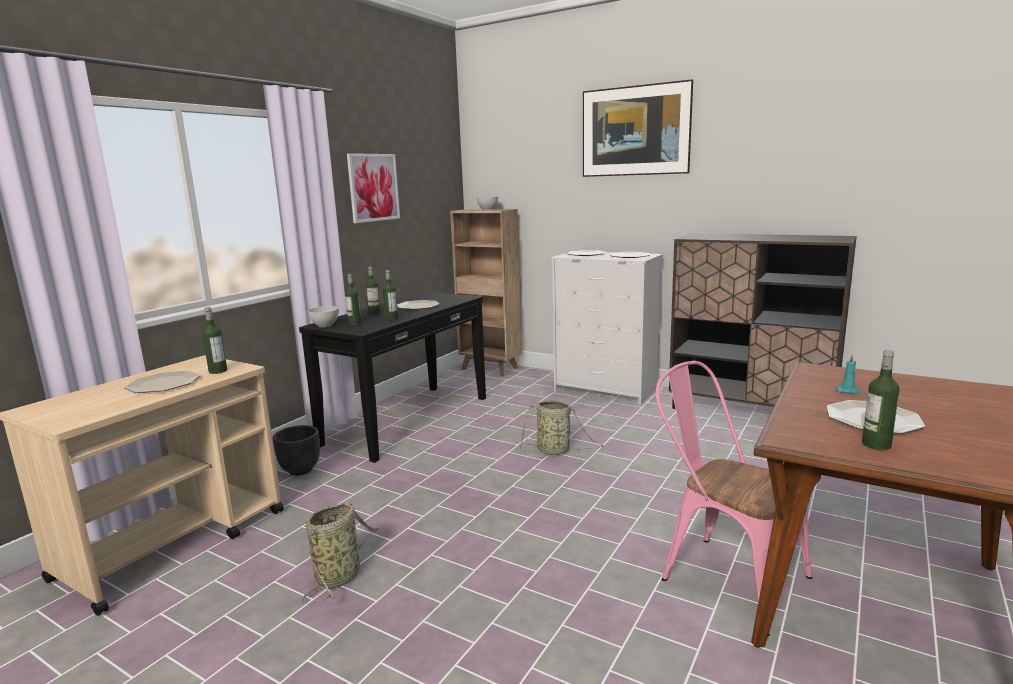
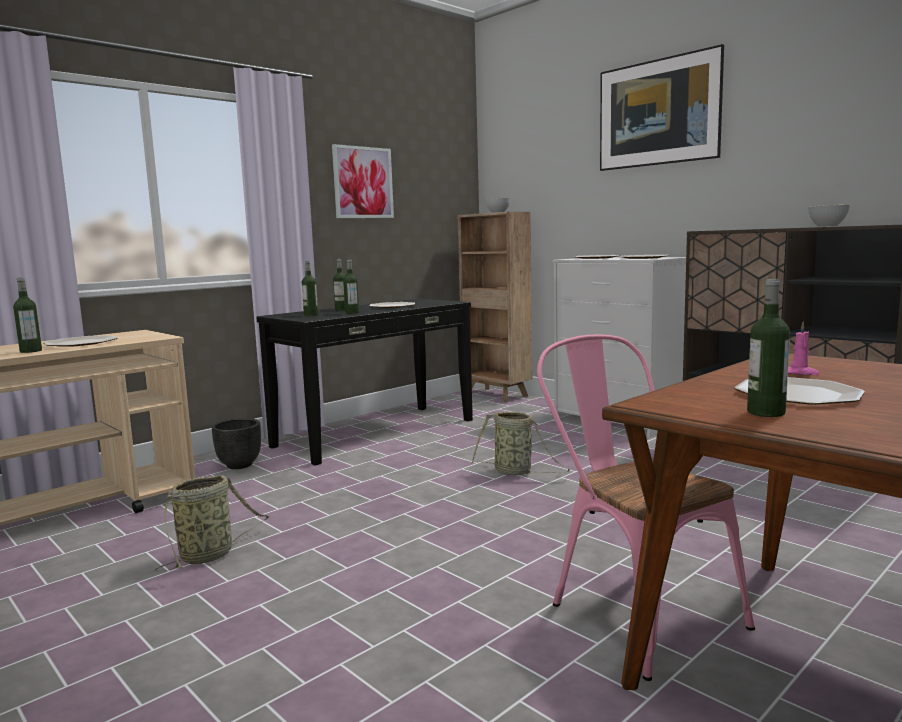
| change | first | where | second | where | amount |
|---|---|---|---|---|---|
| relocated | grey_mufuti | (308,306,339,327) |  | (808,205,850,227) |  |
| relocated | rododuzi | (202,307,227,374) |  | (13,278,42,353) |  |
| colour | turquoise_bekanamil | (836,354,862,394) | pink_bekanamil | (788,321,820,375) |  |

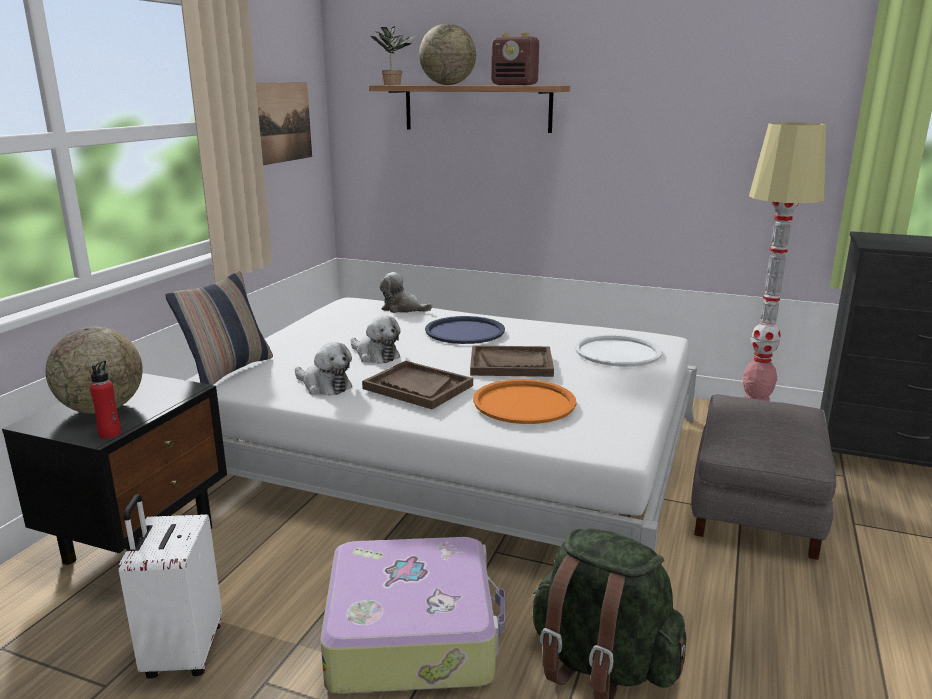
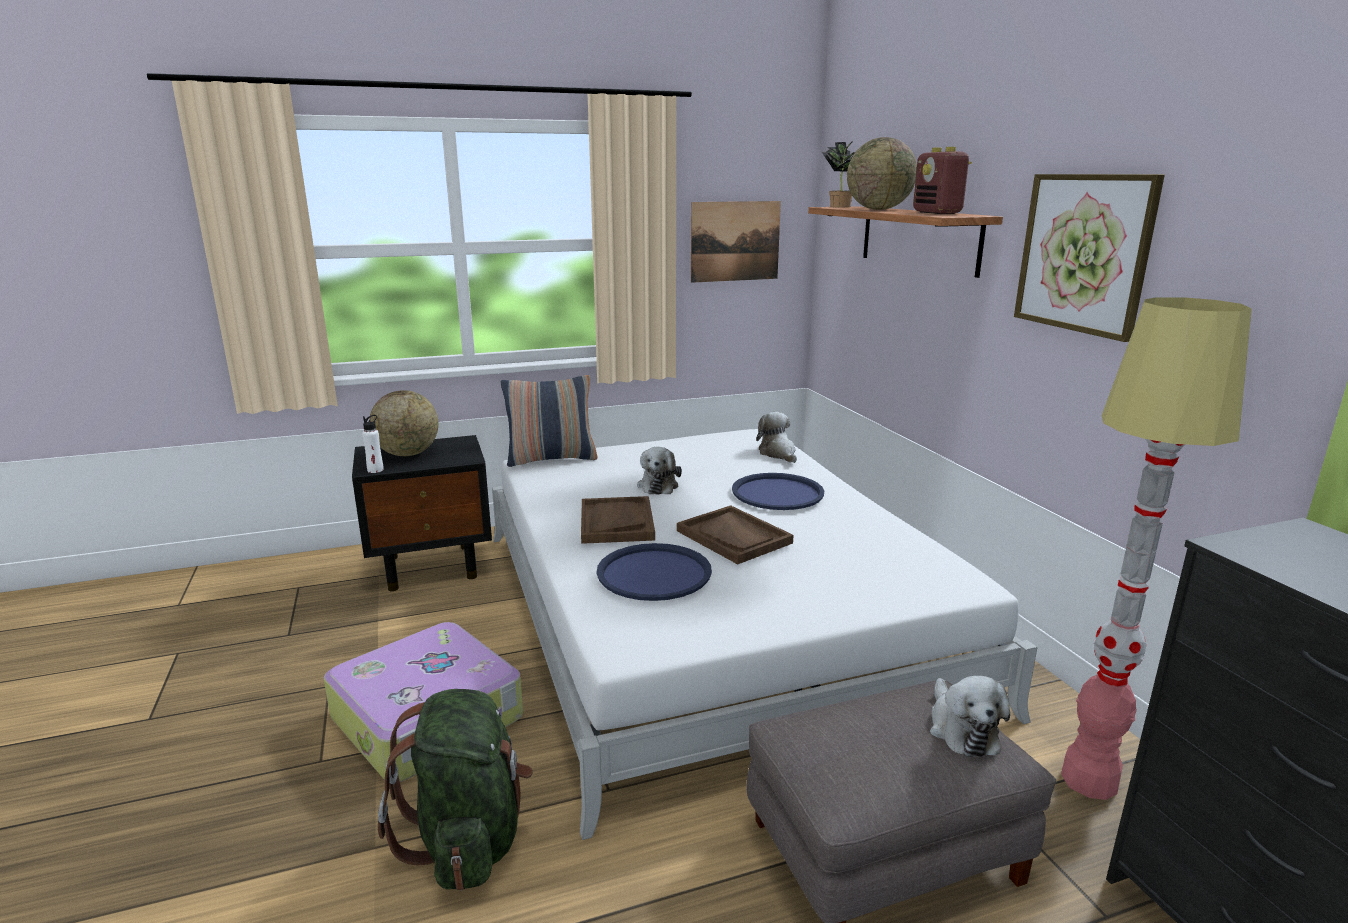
| change | first | where | second | where | amount |
|---|---|---|---|---|---|
| missing | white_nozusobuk | (575,335,662,367) |  |  |  |
| relocated | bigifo | (295,342,352,396) |  | (930,676,1010,757) |  |
| colour | red_rododuzi | (90,360,121,439) | white_rododuzi | (362,415,384,473) |  |
| colour | orange_nozusobuk | (473,379,576,424) | blue_nozusobuk | (597,543,712,601) |  |
| missing | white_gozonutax | (119,494,222,679) |  |  |  |
| appeared |  |  | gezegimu | (1014,174,1165,342) |  |

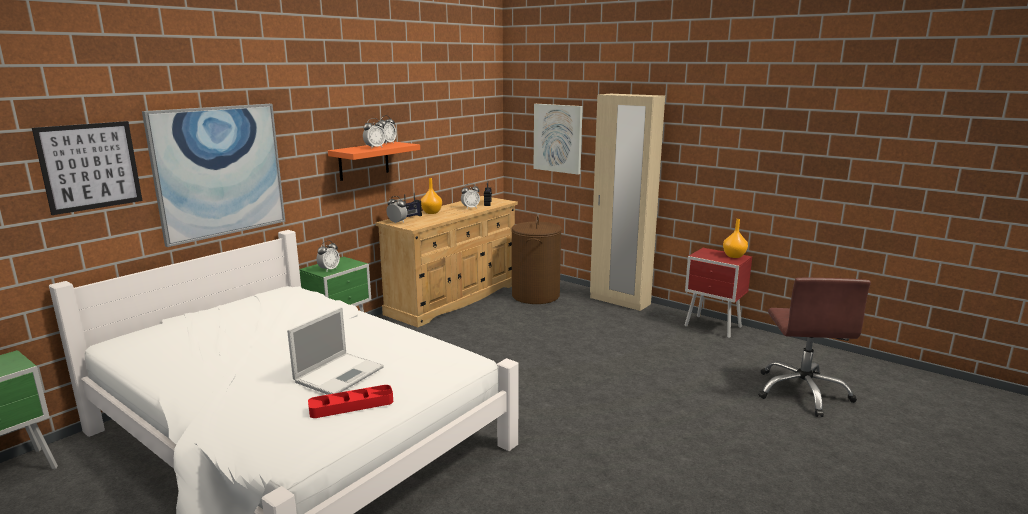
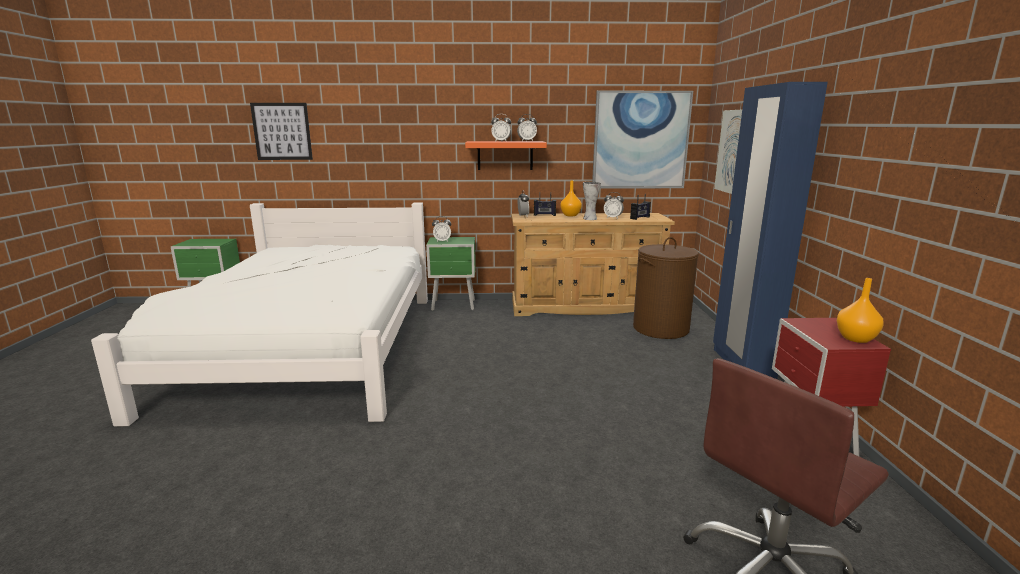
| change | first | where | second | where | amount |
|---|---|---|---|---|---|
| colour | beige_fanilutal | (590,94,665,311) | blue_fanilutal | (713,82,828,379) |  |
| relocated | gezegimu | (142,104,285,247) |  | (592,91,693,189) |  |
| missing | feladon | (287,307,384,395) |  |  |  |
| missing | red_nozusobuk | (308,385,393,418) |  |  |  |
| appeared |  |  | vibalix | (583,182,601,220) |  |

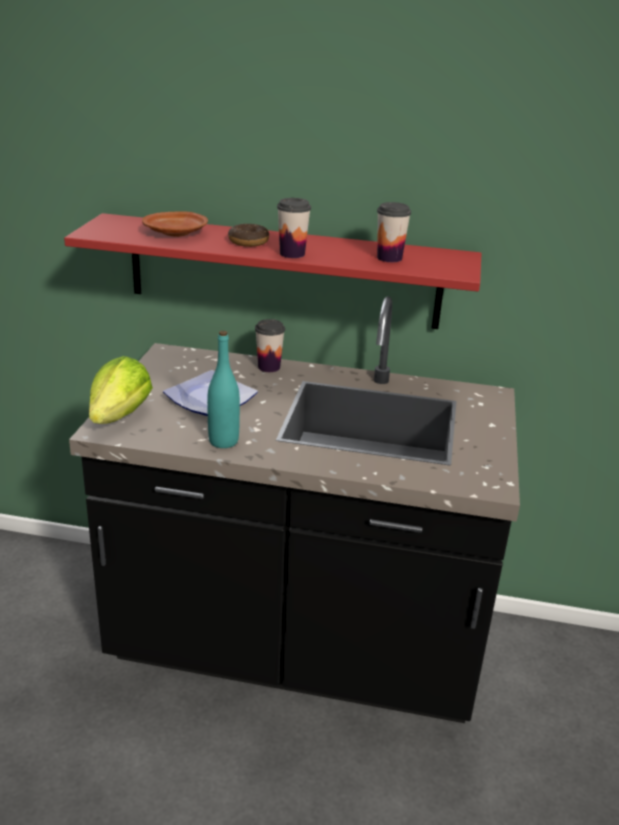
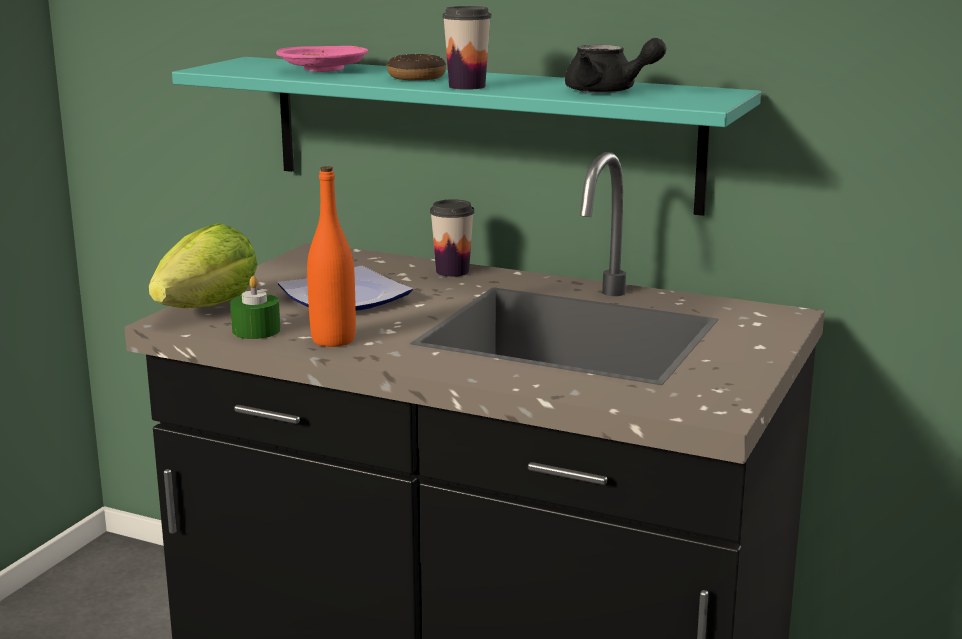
| change | first | where | second | where | amount |
|---|---|---|---|---|---|
| exchanged | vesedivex | (377,202,411,262) | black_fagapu | (565,38,666,93) |  |
| colour | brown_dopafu | (142,212,208,237) | pink_dopafu | (276,46,368,72) |  |
| colour | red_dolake | (64,213,481,329) | turquoise_dolake | (172,57,761,216) |  |
| colour | turquoise_rododuzi | (207,331,240,448) | orange_rododuzi | (307,166,356,347) |  |
| appeared |  |  | green_bekanamil | (230,276,281,339) |  |

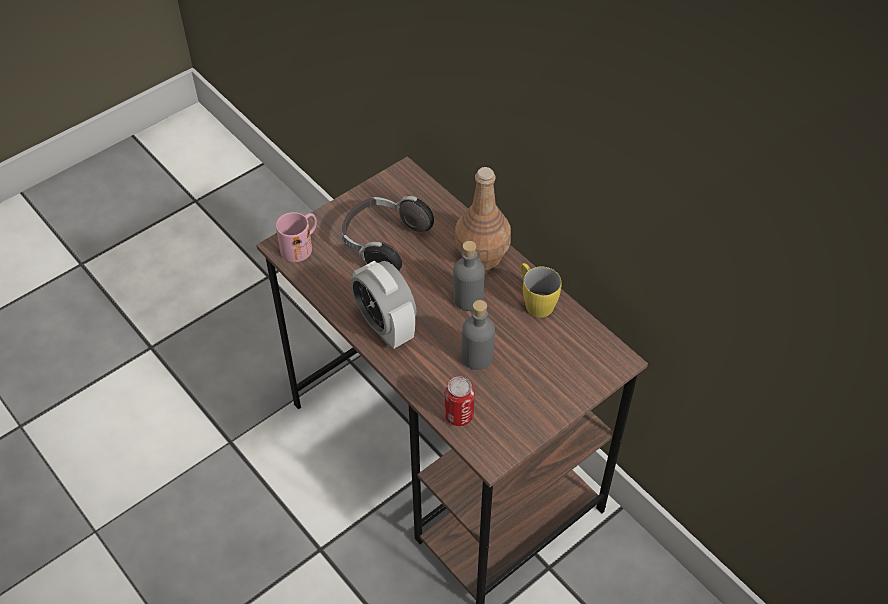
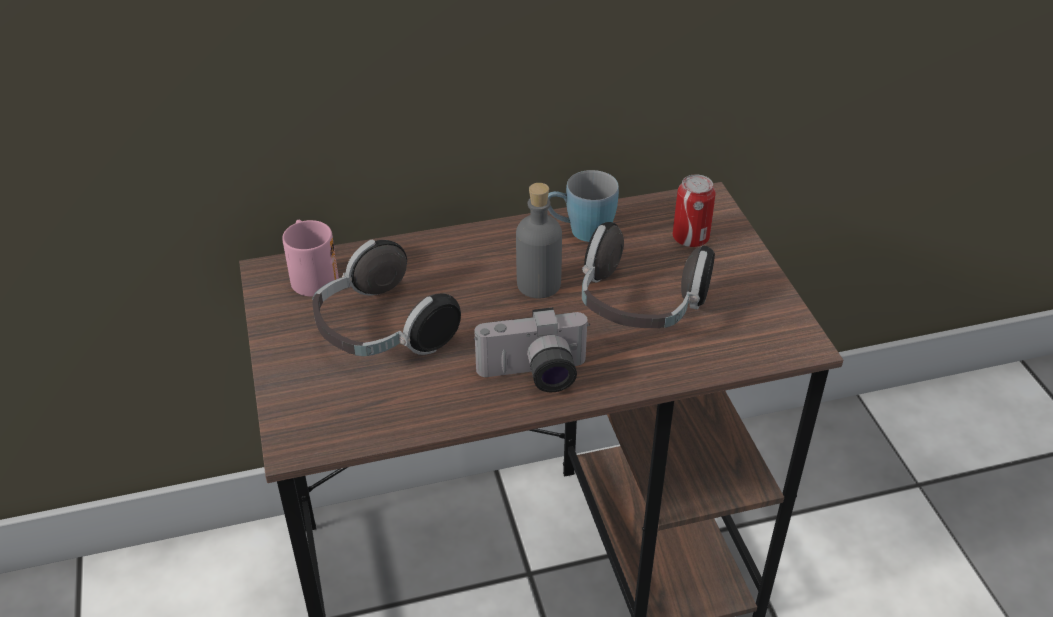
| change | first | where | second | where | amount |
|---|---|---|---|---|---|
| missing | brown_rododuzi | (455,167,511,270) |  |  |  |
| relocated | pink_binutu | (276,212,317,262) |  | (282,220,339,296) |  |
| exchanged | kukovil | (351,260,417,349) | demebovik | (474,307,590,392) |  |
| colour | yellow_binutu | (520,263,562,318) | blue_binutu | (548,170,619,242) |  |
| exchanged | grey_rododuzi | (461,300,495,370) | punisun | (582,222,715,328) |  |
| relocated | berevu | (445,376,474,426) |  | (673,174,716,247) |  |

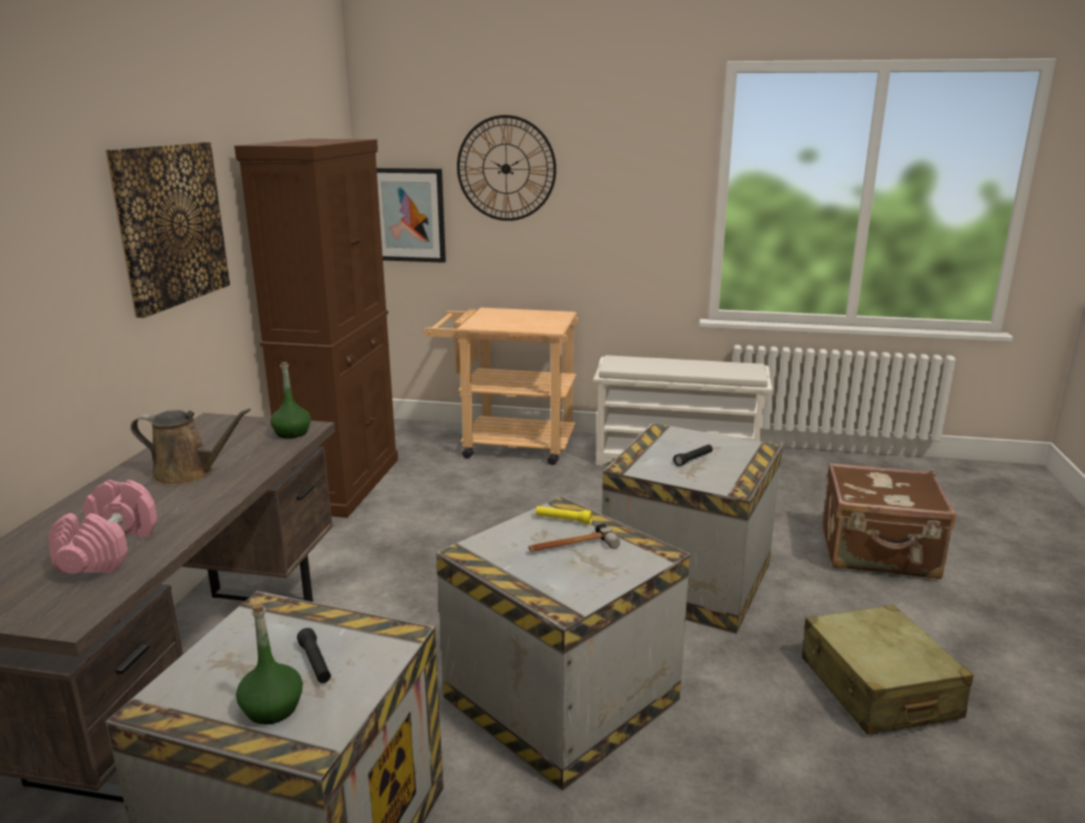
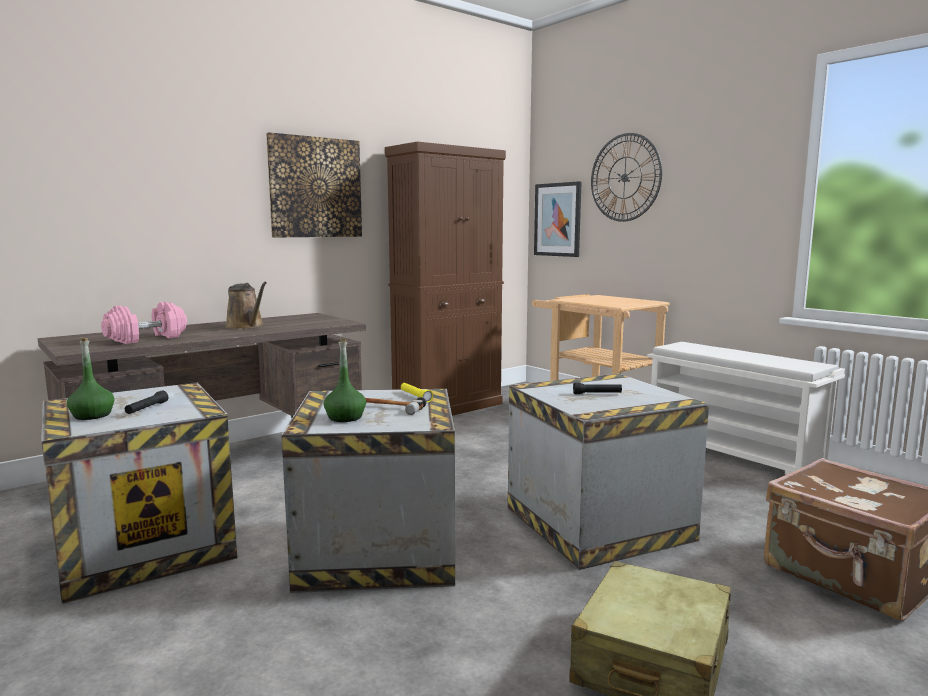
| change | first | where | second | where | amount |
|---|---|---|---|---|---|
| relocated | green_rododuzi | (270,362,311,438) |  | (323,339,366,422) |  |

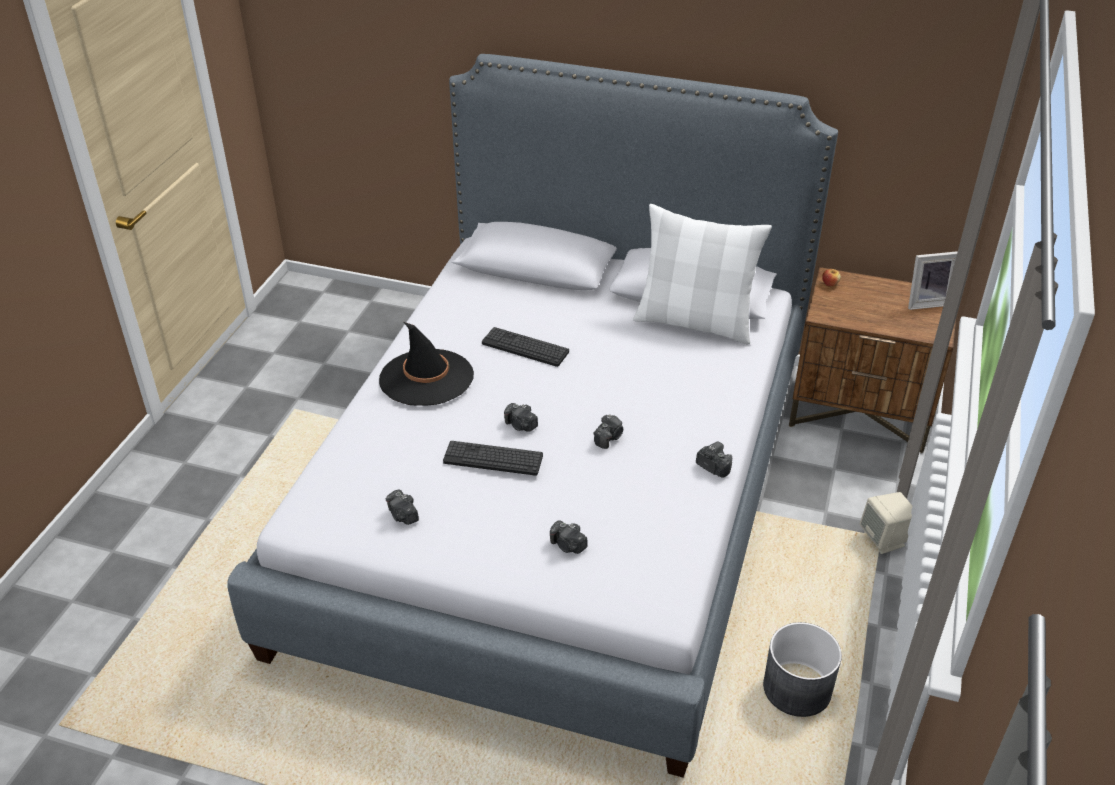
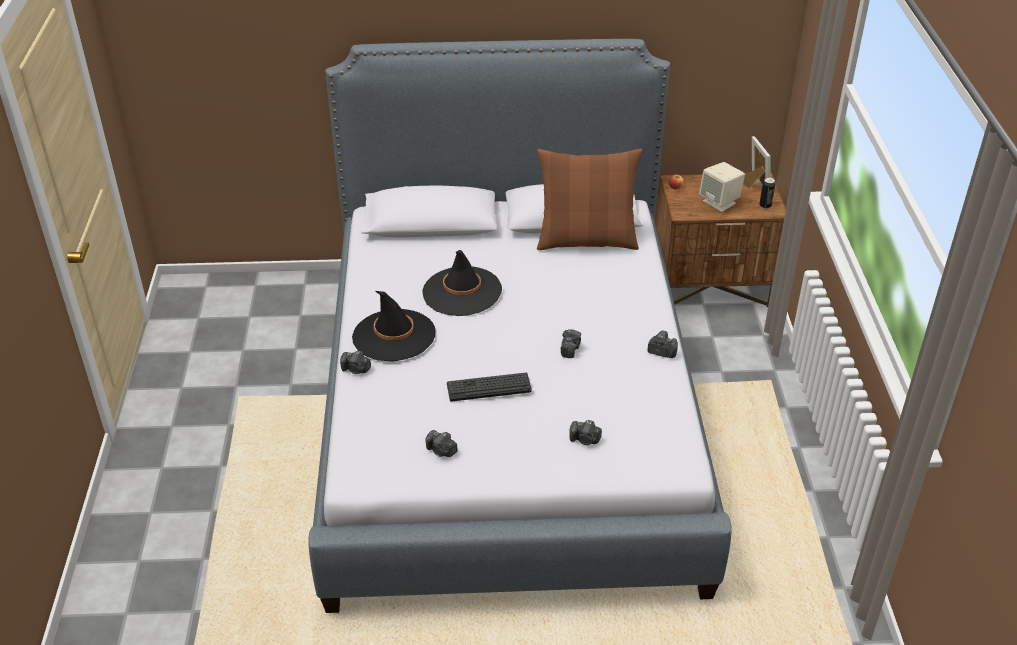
| change | first | where | second | where | amount |
|---|---|---|---|---|---|
| colour | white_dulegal | (633,204,772,345) | brown_dulegal | (537,149,643,250) |  |
| spun | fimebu | (908,251,958,310) |  | (743,136,770,188) | 75 degrees counterclockwise |
| exchanged | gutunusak | (482,327,569,367) | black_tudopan | (423,250,502,316) |  |
| relocated | demebovik | (504,403,538,432) |  | (340,351,371,374) |  |
| relocated | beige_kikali | (860,492,913,554) |  | (699,162,745,212) |  |
| missing | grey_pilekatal | (763,622,842,717) |  |  |  |
| appeared |  |  | berevu | (759,178,775,209) |  |

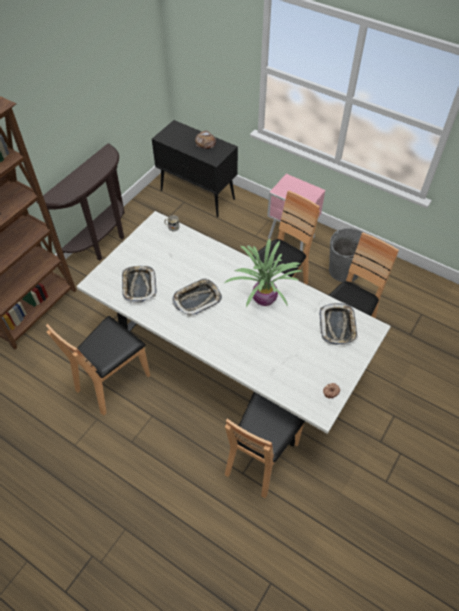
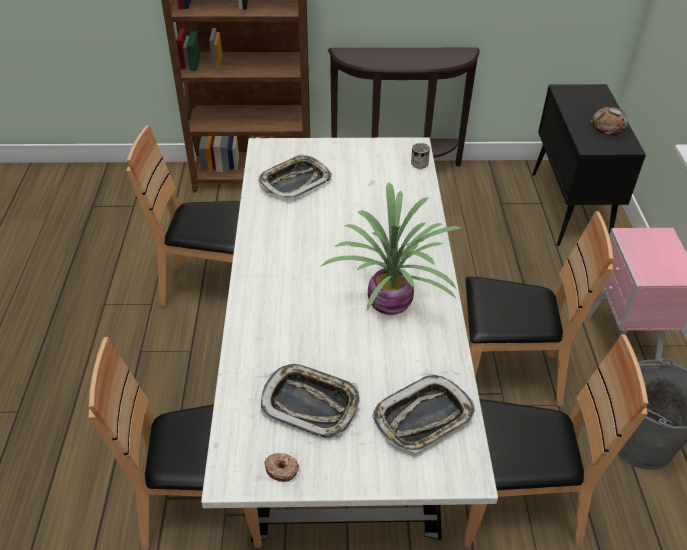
| change | first | where | second | where | amount |
|---|---|---|---|---|---|
| relocated | nozusobuk | (172,278,222,317) |  | (261,364,360,438) |  |

